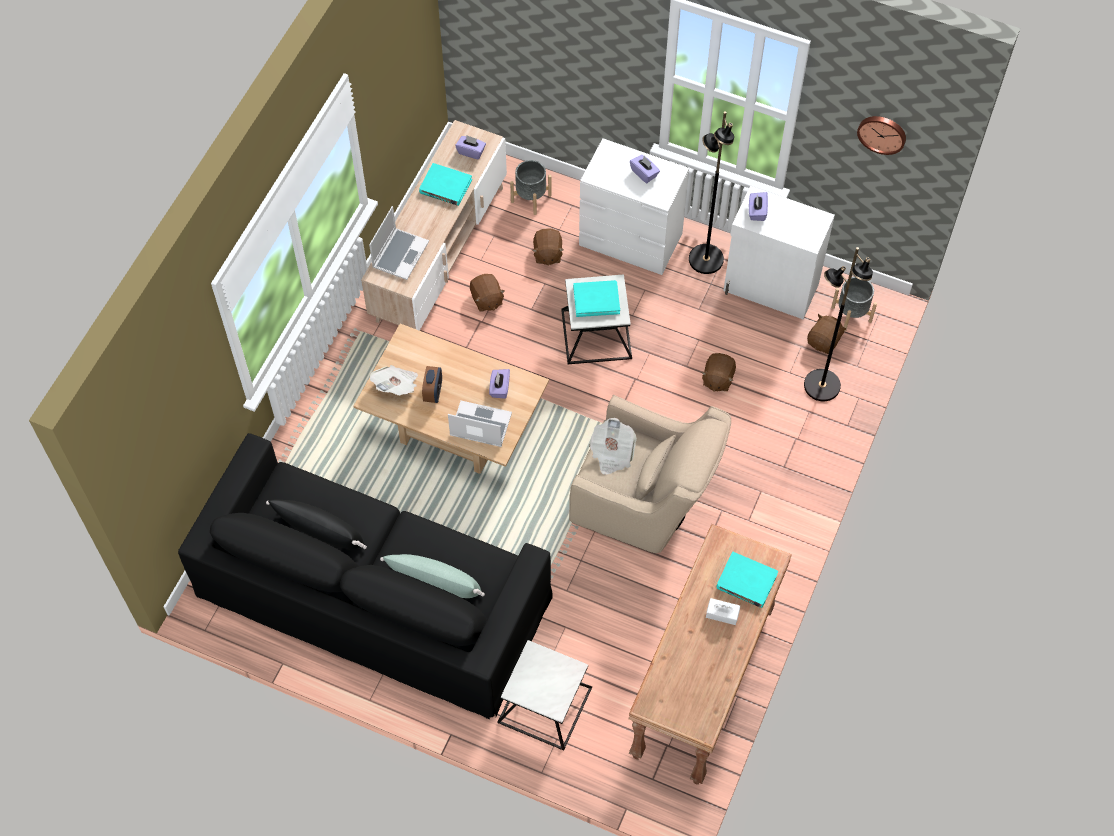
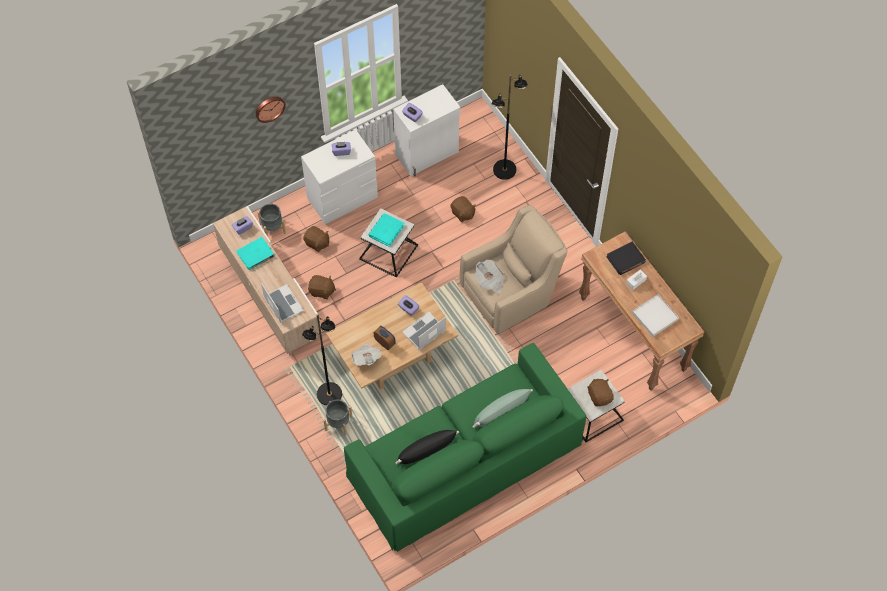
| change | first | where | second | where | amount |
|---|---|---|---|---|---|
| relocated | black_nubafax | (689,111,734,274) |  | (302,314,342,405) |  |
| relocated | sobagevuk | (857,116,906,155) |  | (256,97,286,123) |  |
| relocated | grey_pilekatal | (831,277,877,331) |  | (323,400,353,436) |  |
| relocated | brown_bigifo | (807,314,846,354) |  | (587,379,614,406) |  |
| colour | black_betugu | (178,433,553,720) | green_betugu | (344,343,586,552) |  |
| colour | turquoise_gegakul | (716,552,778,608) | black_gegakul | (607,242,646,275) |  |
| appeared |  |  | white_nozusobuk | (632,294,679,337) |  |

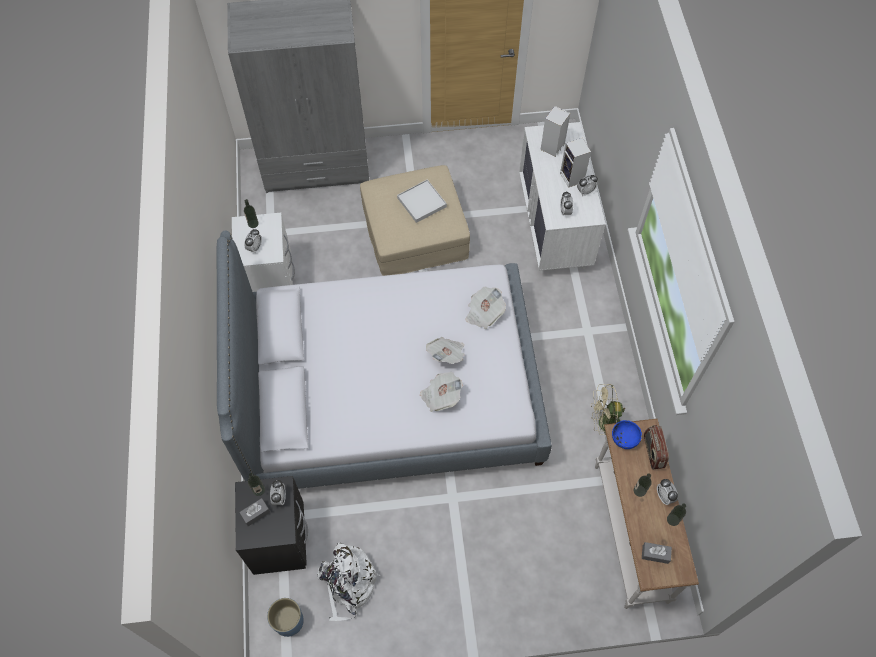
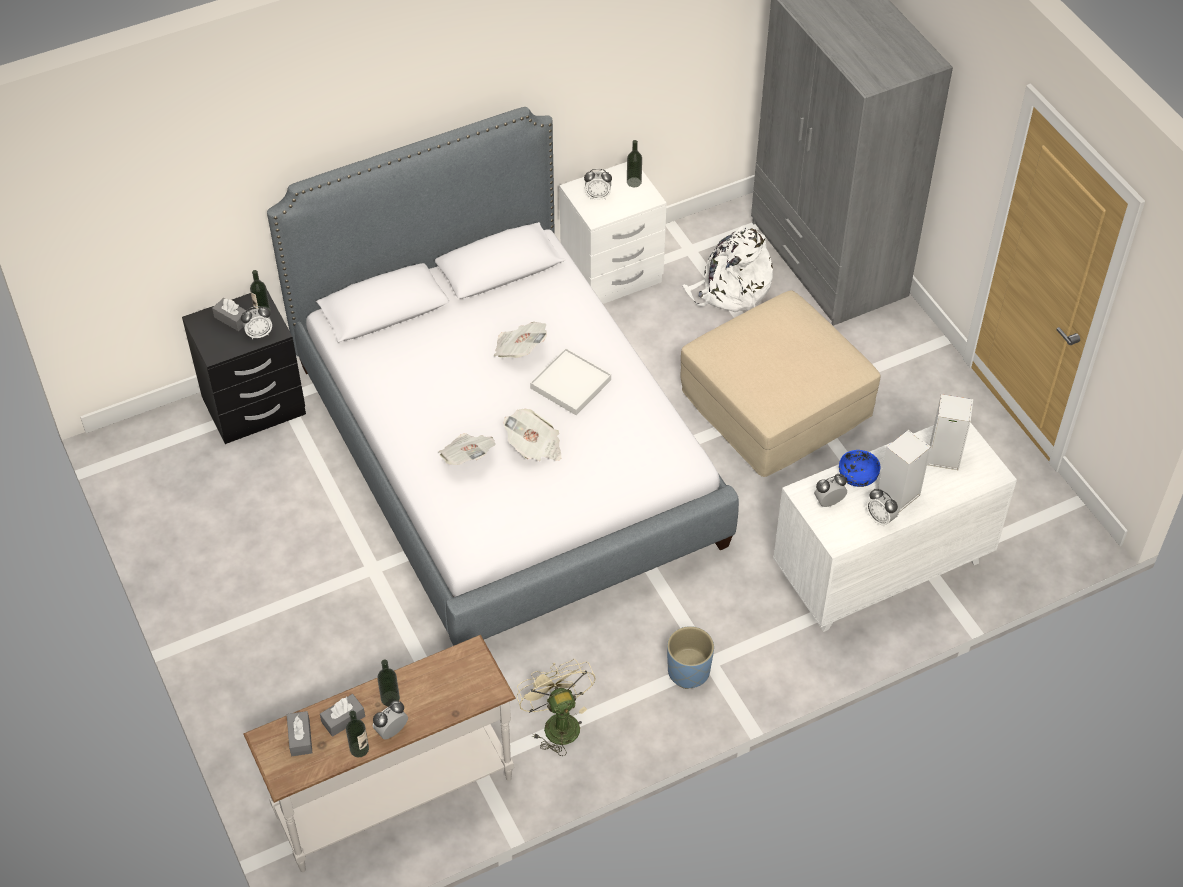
| change | first | where | second | where | amount |
|---|---|---|---|---|---|
| relocated | white_nozusobuk | (397,179,447,223) |  | (530,348,611,415) |  |
| relocated | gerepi | (465,287,506,329) |  | (494,322,547,358) |  |
| relocated | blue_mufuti | (612,420,642,449) |  | (839,450,880,487) |  |
| missing | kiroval | (644,425,669,469) |  |  |  |
| relocated | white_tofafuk | (317,543,380,621) |  | (683,225,773,312) |  |
| relocated | blue_pilekatal | (267,598,304,637) |  | (667,626,714,689) |  |
| appeared |  |  | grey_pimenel | (320,694,365,737) |  |

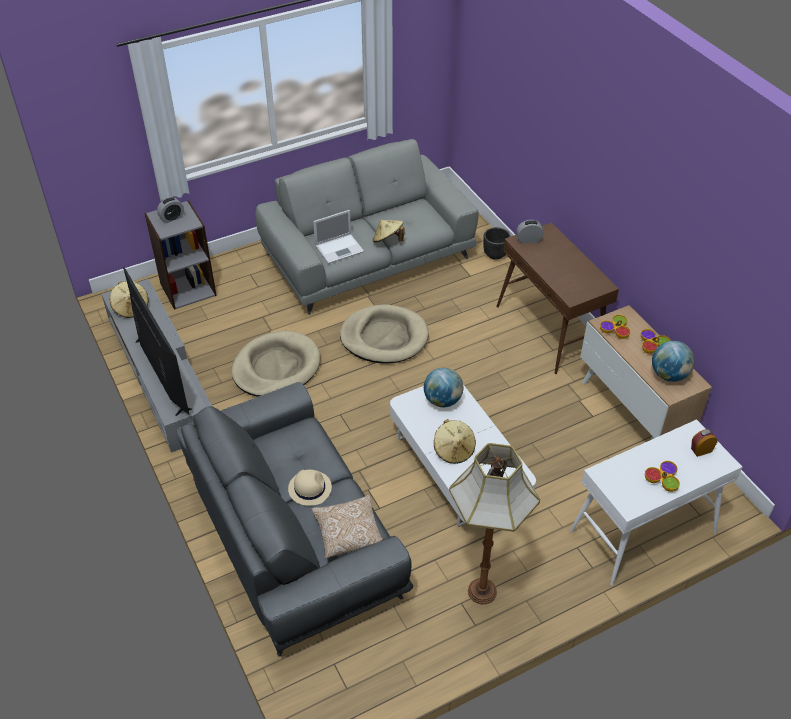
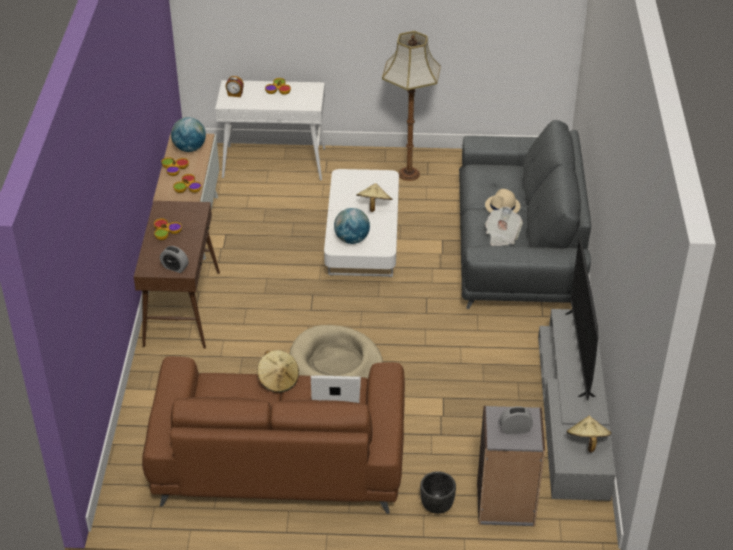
| change | first | where | second | where | amount |
|---|---|---|---|---|---|
| colour | grey_betugu | (255,139,479,315) | brown_betugu | (142,356,405,514) |  |
| relocated | black_pilekatal | (483,227,511,260) |  | (420,471,456,514) |  |
| missing | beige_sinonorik | (231,331,321,397) |  |  |  |
| missing | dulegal | (311,495,383,559) |  |  |  |
| appeared |  |  | gerepi | (485,207,523,246) |  |
| appeared |  |  | mufuti | (154,219,182,240) |  |

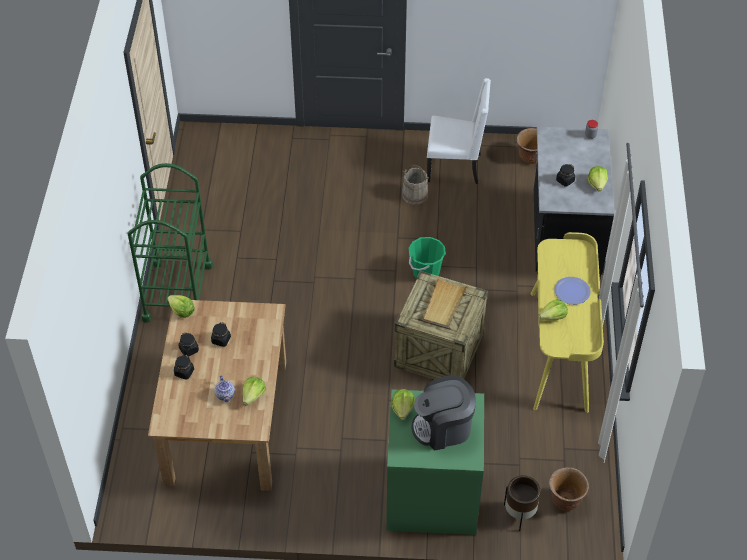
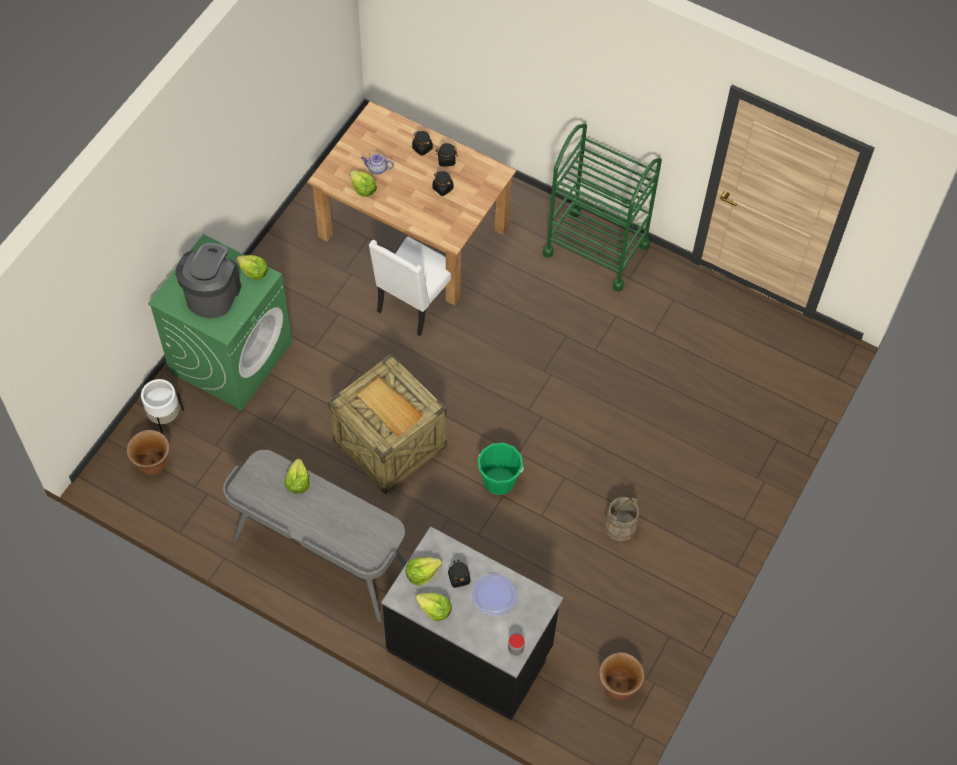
| change | first | where | second | where | amount |
|---|---|---|---|---|---|
| relocated | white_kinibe | (427,78,491,184) |  | (369,237,451,336) |  |
| colour | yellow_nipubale | (531,232,604,413) | grey_nipubale | (223,450,407,622) |  |
| relocated | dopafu | (554,277,591,305) |  | (472,574,517,616) |  |
| relocated | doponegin | (167,295,195,318) |  | (406,557,442,586) |  |
| colour | brown_pilekatal | (504,475,540,531) | white_pilekatal | (141,379,184,434) |  |

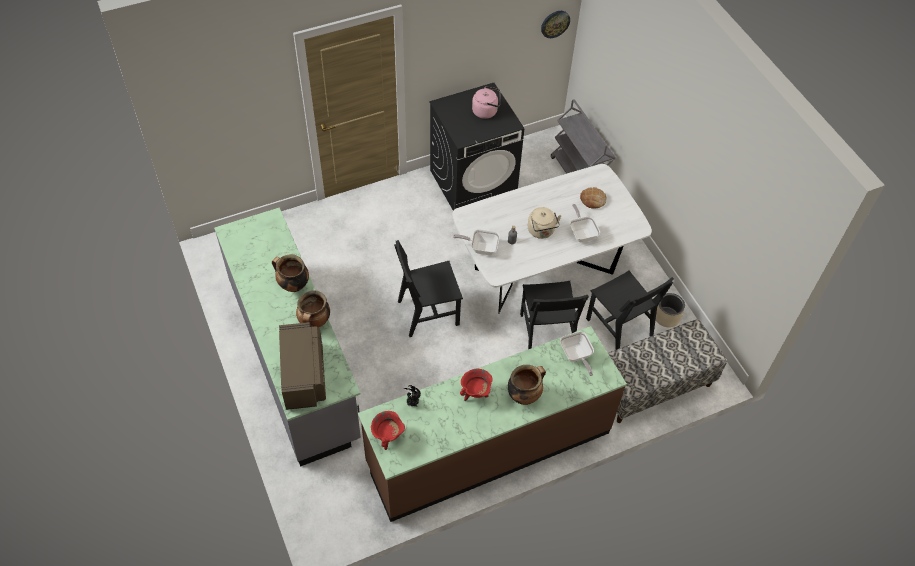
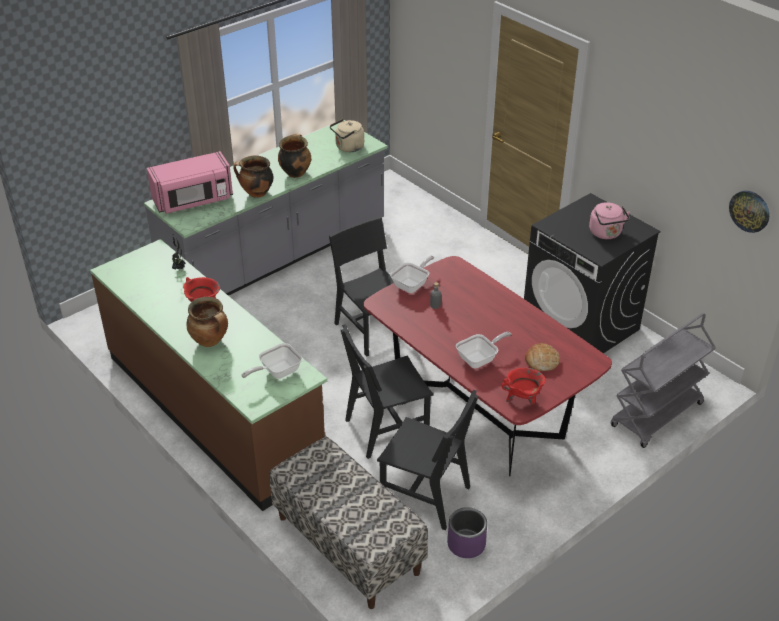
| change | first | where | second | where | amount |
|---|---|---|---|---|---|
| colour | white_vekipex | (452,164,652,314) | red_vekipex | (363,256,612,476) |  |
| relocated | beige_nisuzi | (528,207,561,239) |  | (330,119,364,152) |  |
| spun | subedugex | (453,229,500,255) |  | (390,256,434,293) | 45 degrees clockwise |
| spun | black_kinibe | (586,271,674,350) |  | (377,390,478,530) | 105 degrees counterclockwise |
| colour | beige_pilekatal | (656,293,685,328) | purple_pilekatal | (447,507,487,558) |  |
| colour | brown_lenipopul | (279,322,326,410) | pink_lenipopul | (147,151,233,214) |  |
| relocated | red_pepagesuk | (371,411,405,450) |  | (502,367,546,404) |  |

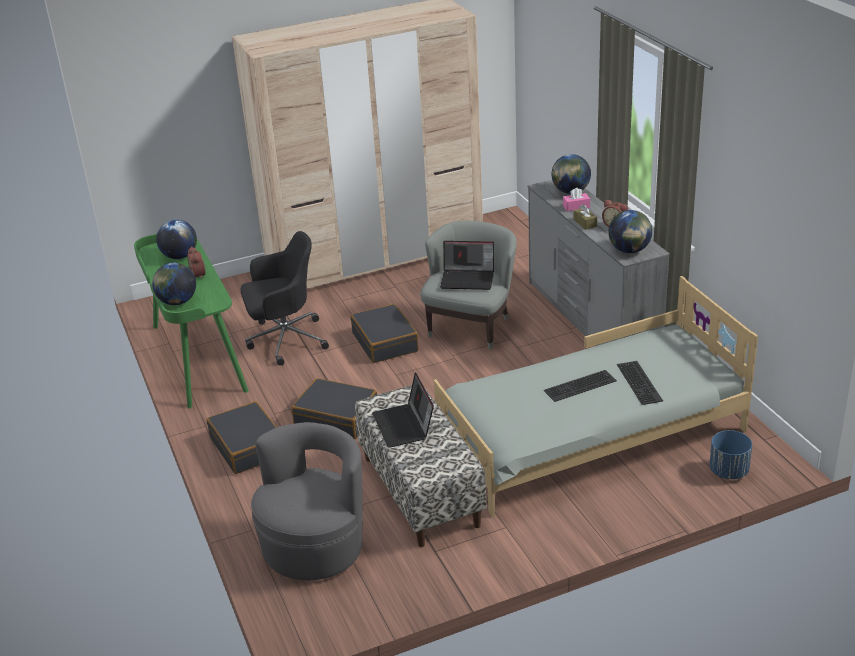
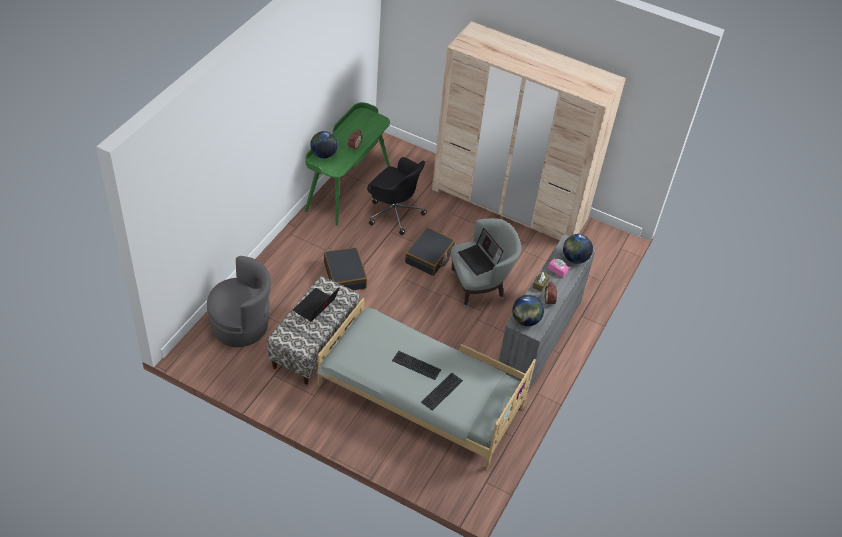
| change | first | where | second | where | amount |
|---|---|---|---|---|---|
| missing | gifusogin | (156,219,197,259) |  |  |  |
| missing | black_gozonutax | (207,401,277,474) |  |  |  |
| missing | blue_pilekatal | (709,430,752,479) |  |  |  |

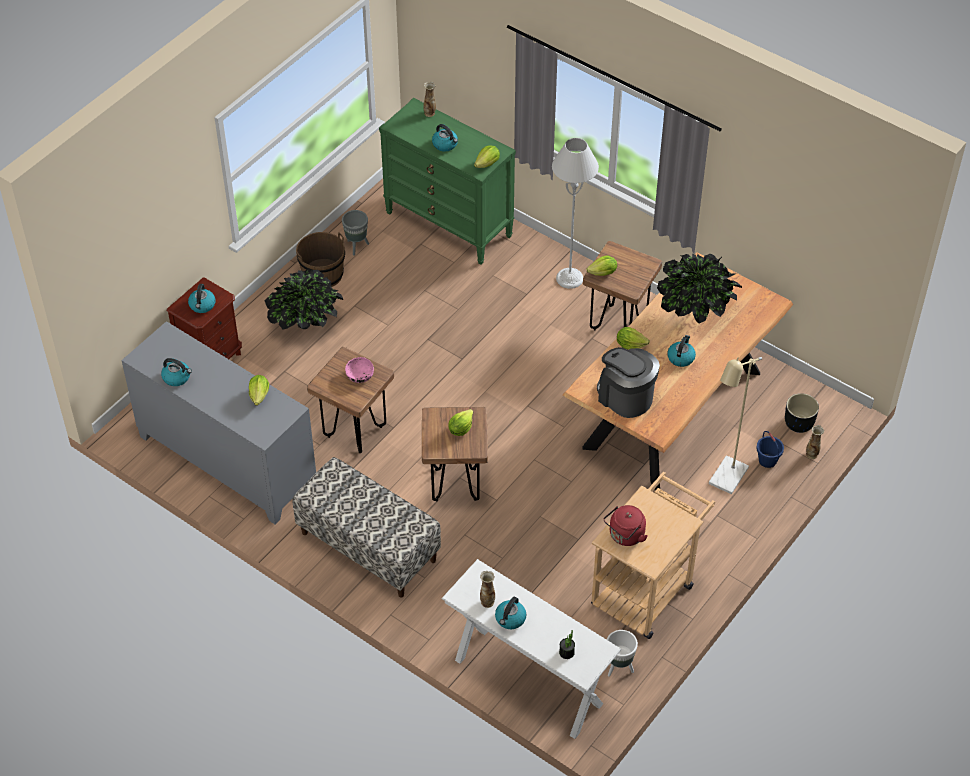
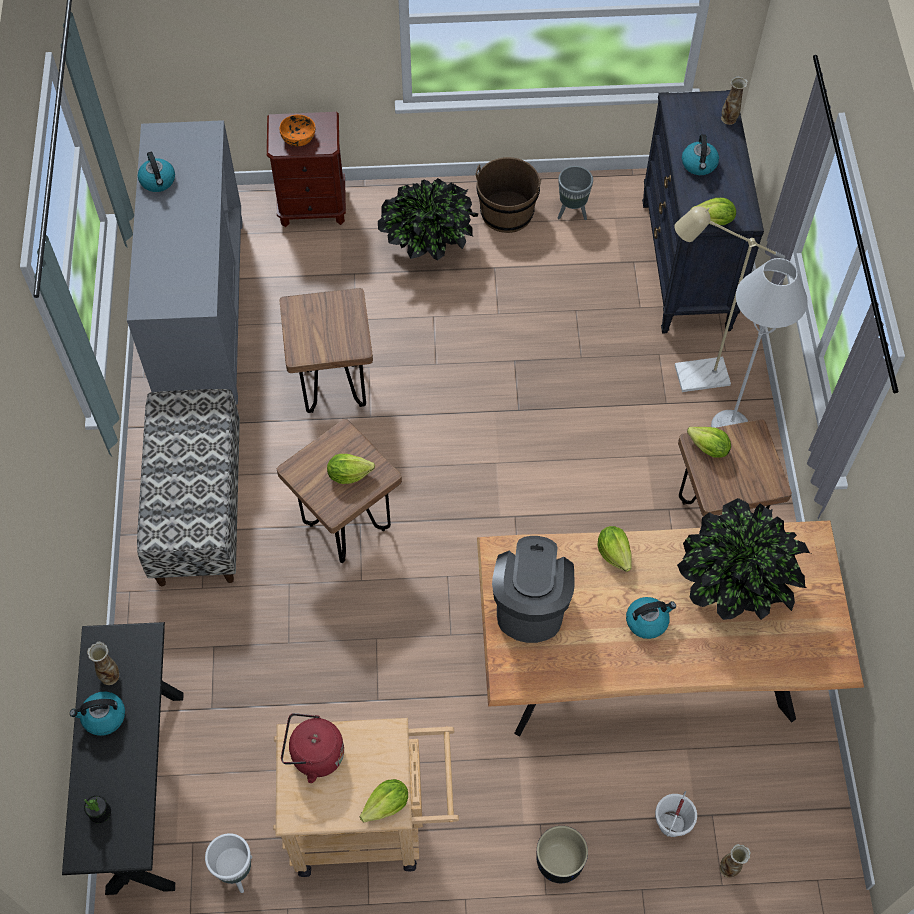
| change | first | where | second | where | amount |
|---|---|---|---|---|---|
| colour | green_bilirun | (379,98,516,265) | black_bilirun | (642,90,764,333) |  |
| exchanged | nisuzi | (188,284,216,313) | orange_mufuti | (280,115,315,146) |  |
| missing | pink_mufuti | (345,357,374,383) |  |  |  |
| relocated | beige_nubafax | (709,357,762,494) |  | (674,206,785,392) |  |
| relocated | doponegin | (249,375,269,405) |  | (360,779,408,822) |  |
| relocated | black_pilekatal | (785,393,819,433) |  | (536,826,588,883) |  |
| colour | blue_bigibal | (756,431,784,468) | white_bigibal | (655,791,697,837) |  |
| colour | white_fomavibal | (442,559,621,739) | black_fomavibal | (62,622,184,895) |  |

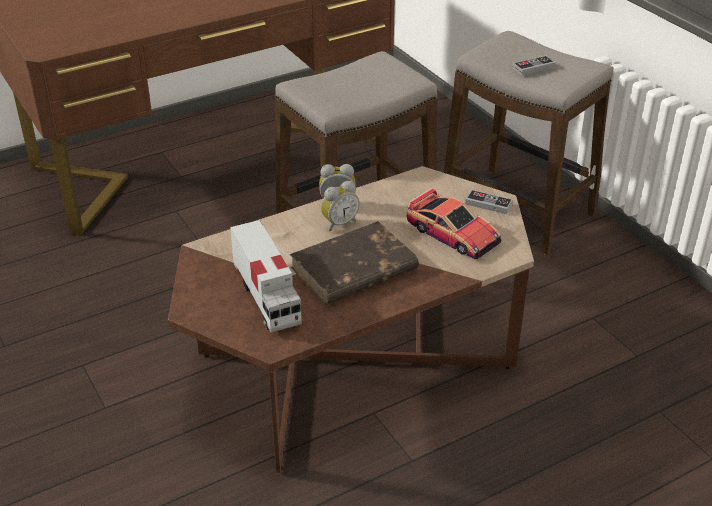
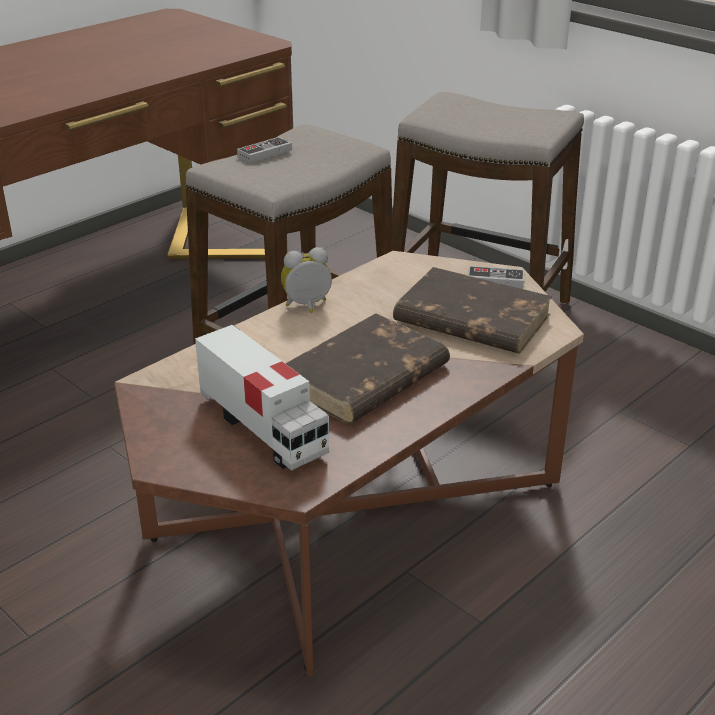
| change | first | where | second | where | amount |
|---|---|---|---|---|---|
| relocated | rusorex | (513,55,556,75) |  | (237,137,292,163) |  |
| missing | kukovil | (321,181,360,232) |  |  |  |
| exchanged | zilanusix | (407,188,501,259) | brown_gegakul | (393,267,553,354) |  |

